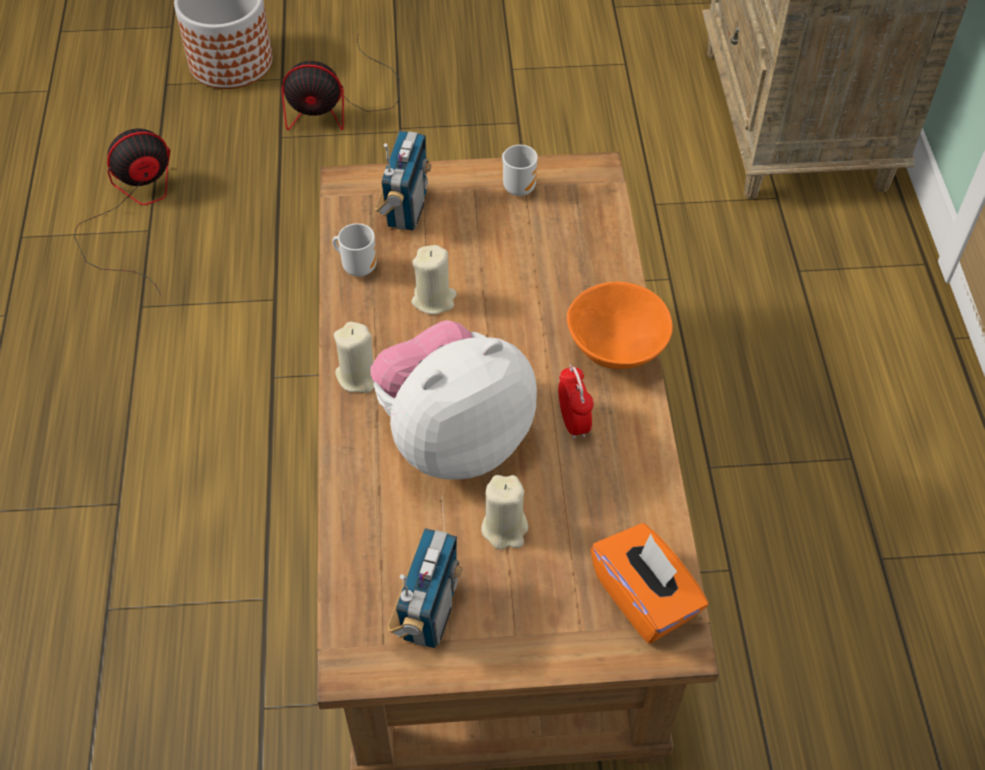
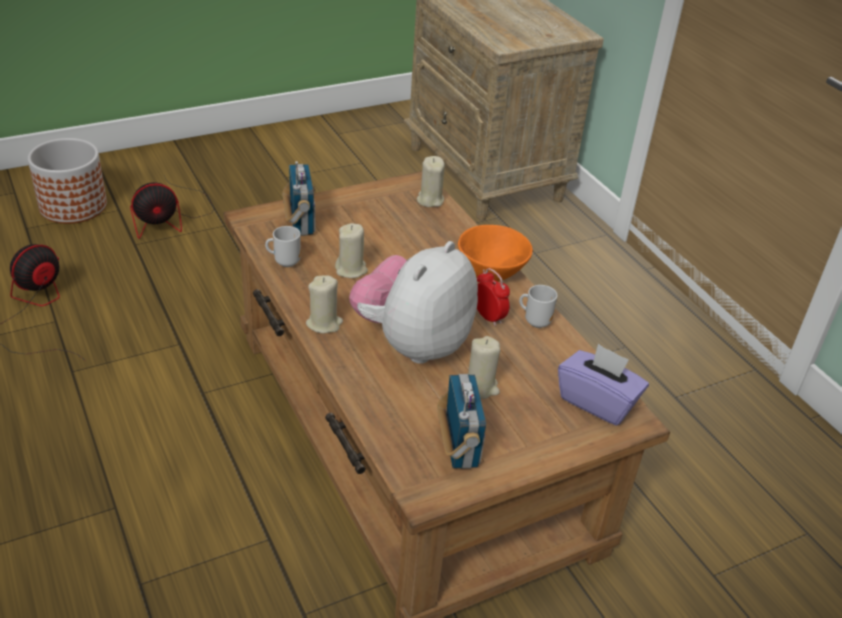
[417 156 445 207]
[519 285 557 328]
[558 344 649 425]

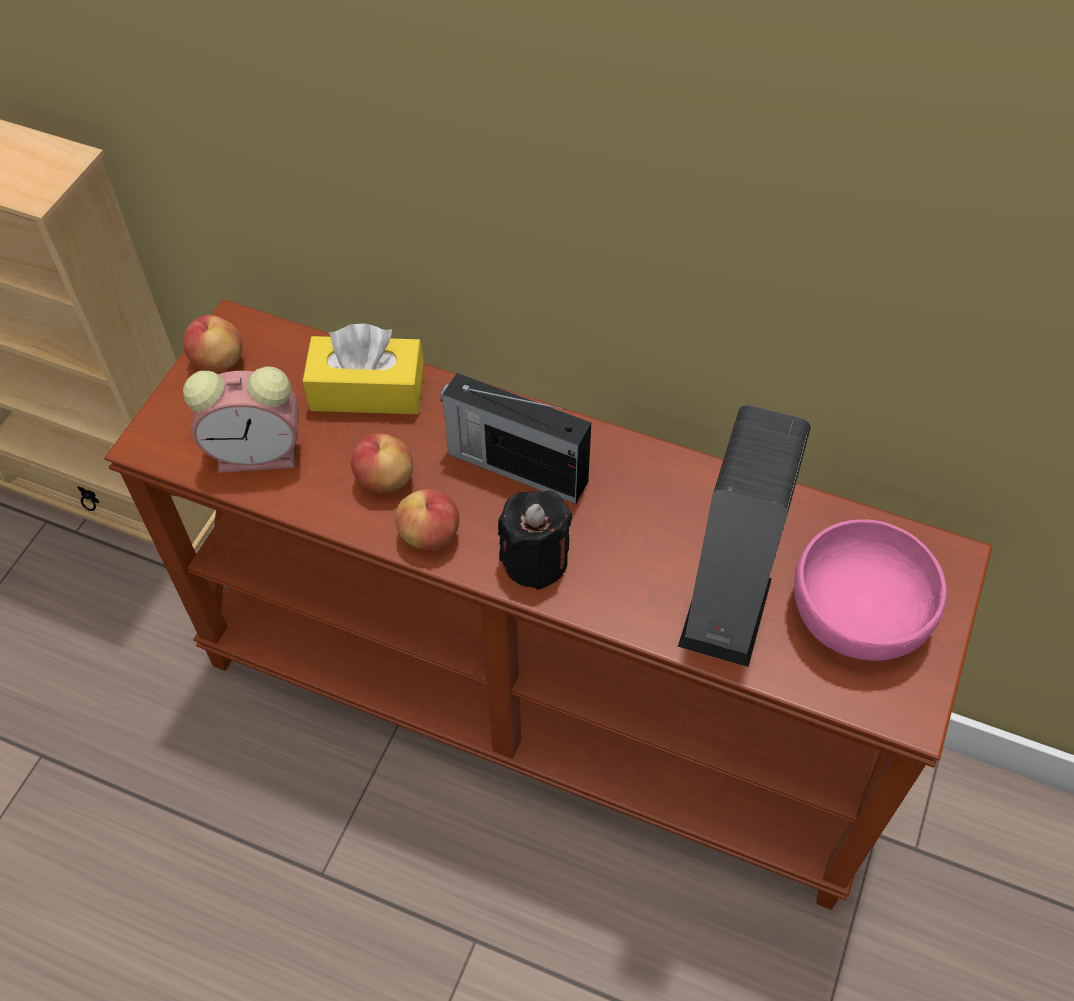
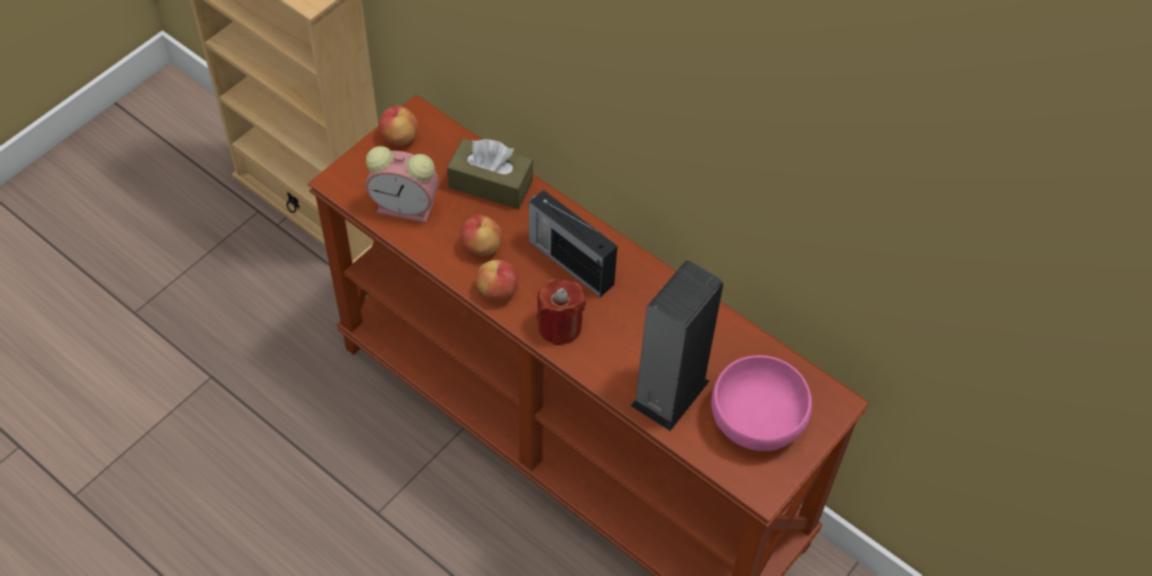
[447 139 533 209]
[537 278 586 345]

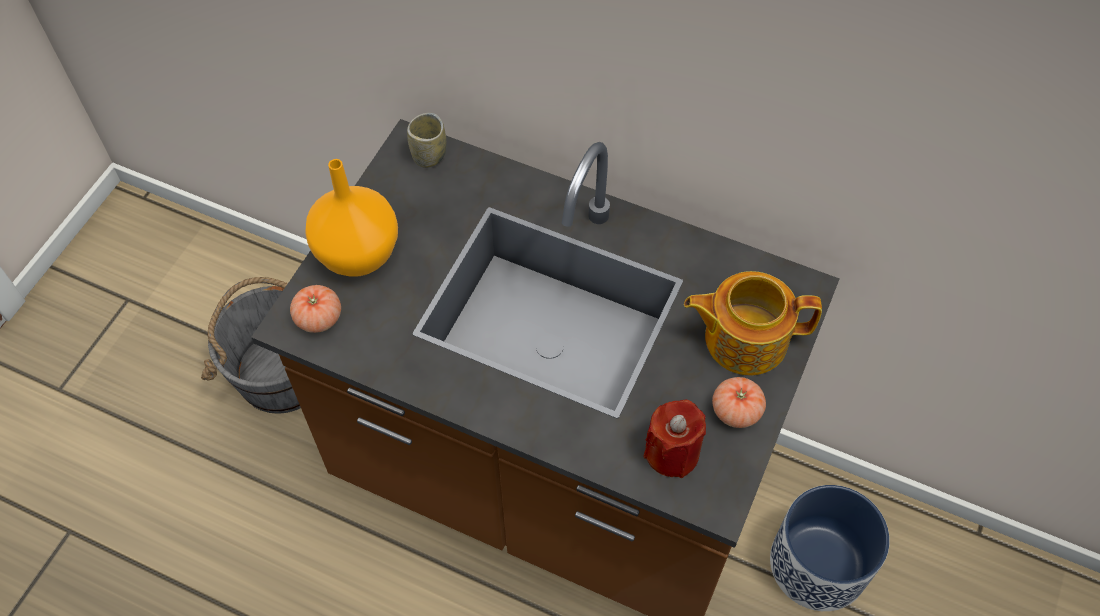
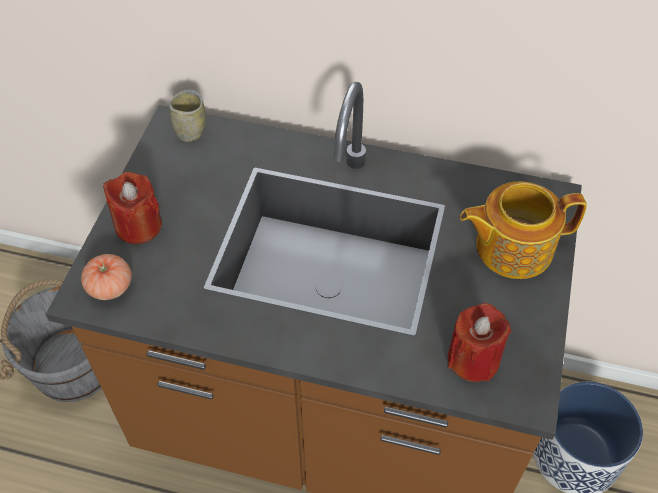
[712 377 766 428] (first image)
[103 172 162 244]

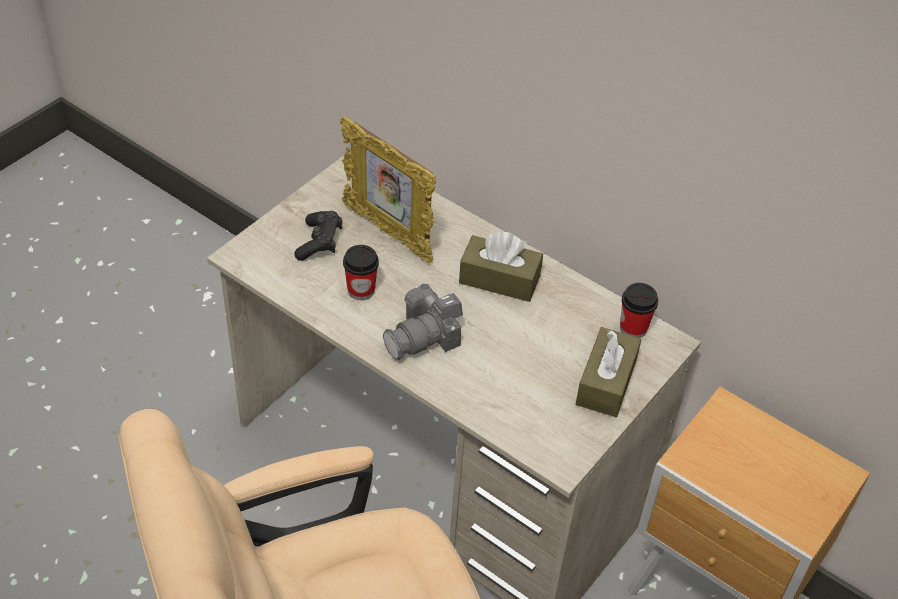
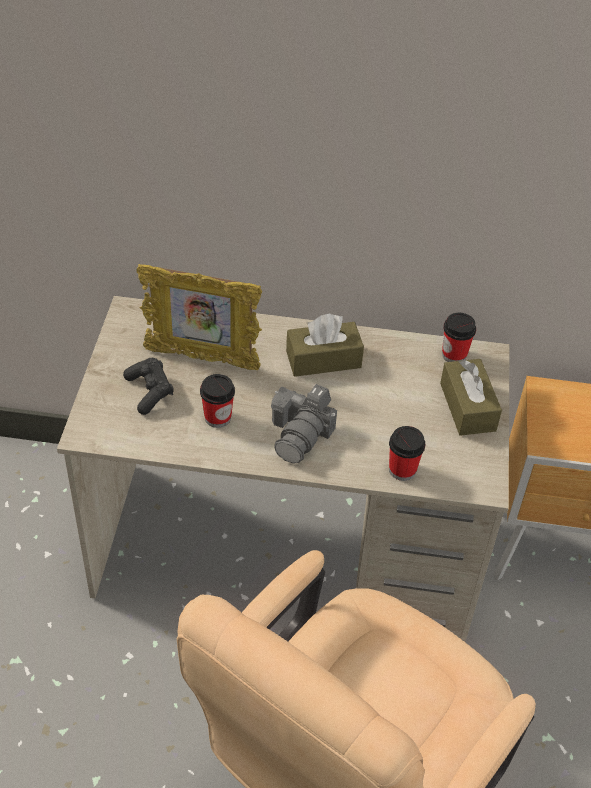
[389 426 425 481]

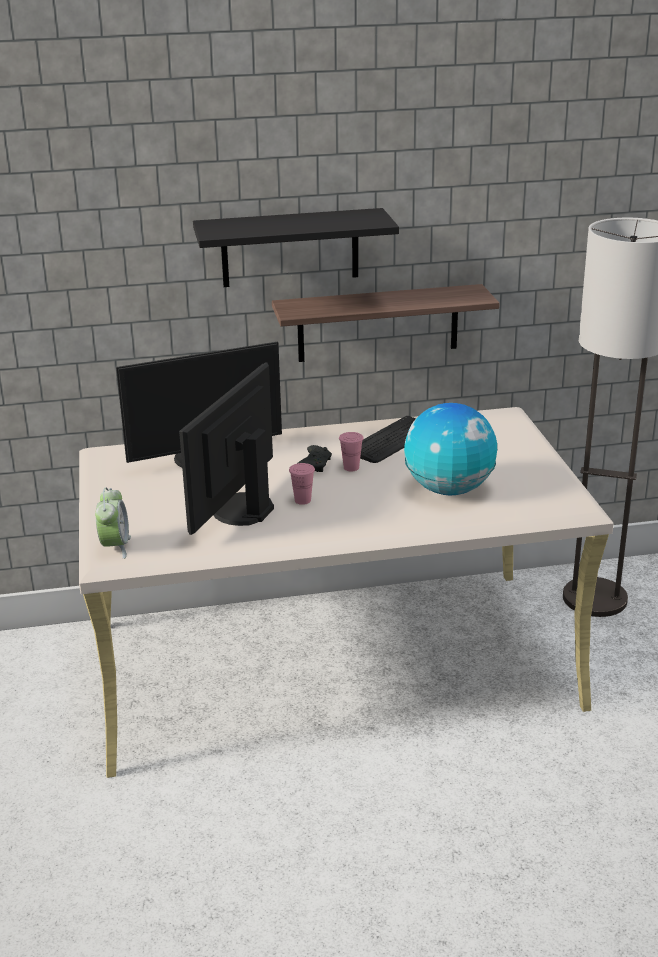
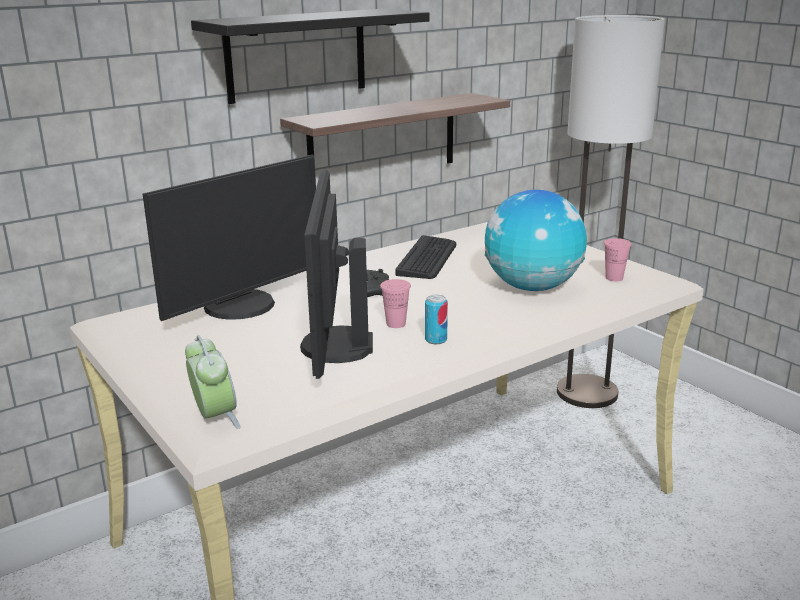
[425 295 448 344]
[604 238 632 281]

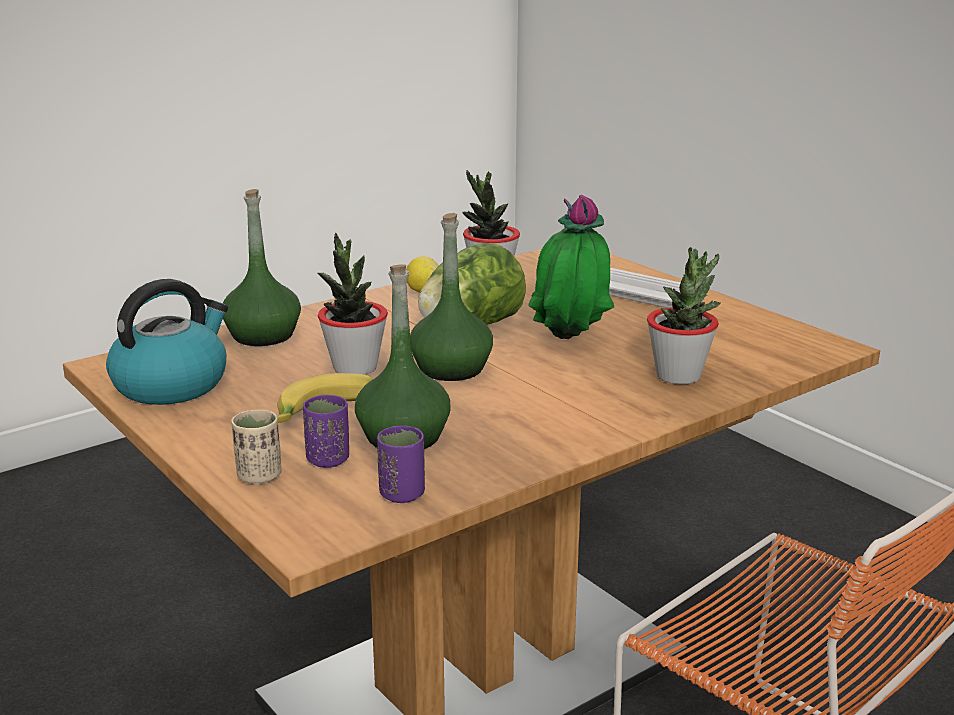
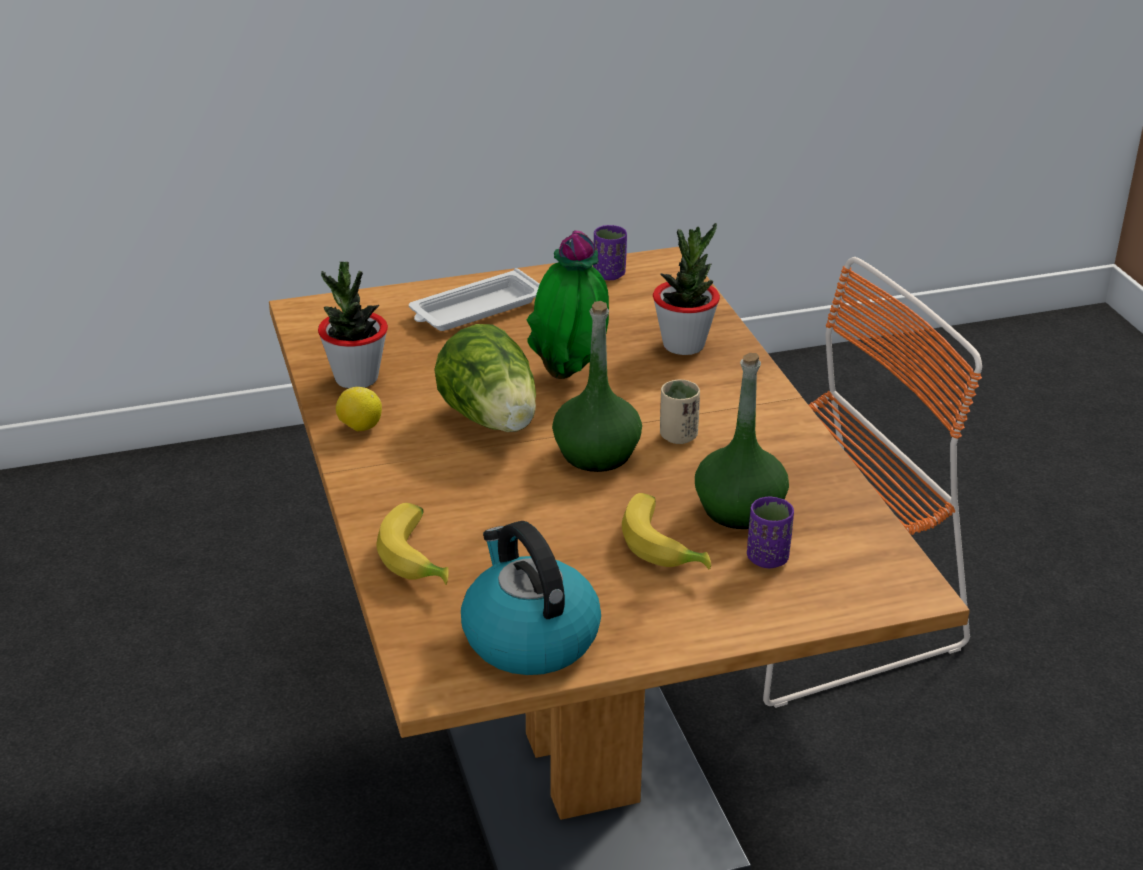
[318 233 388 375] (first image)
[660 379 700 444]
[593 225 627 280]
[376 503 449 585]

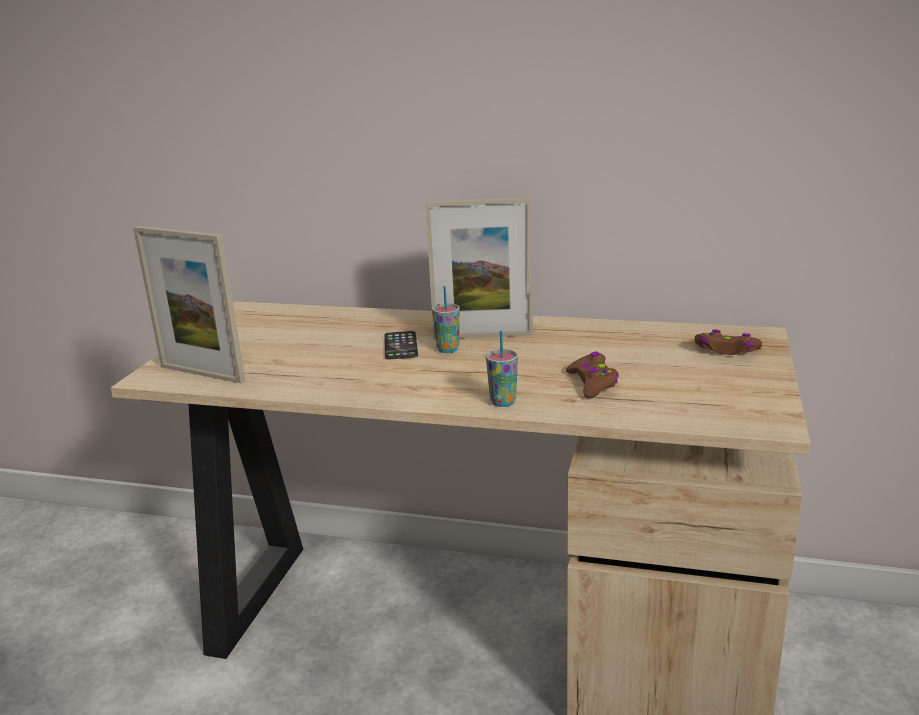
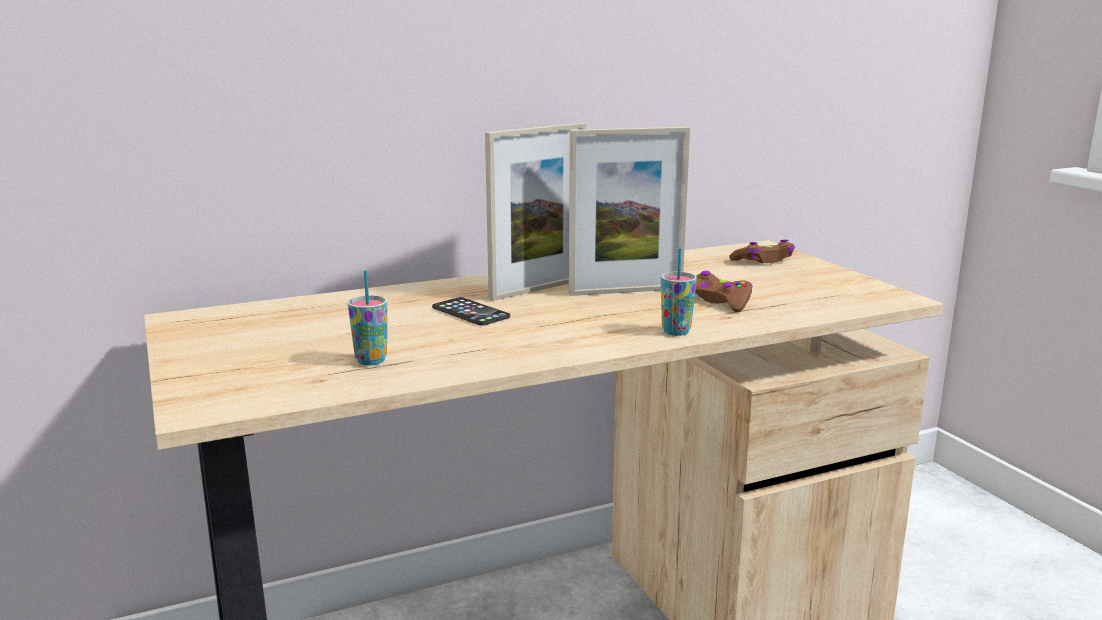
[569 127 690 296]
[348 270 387 365]

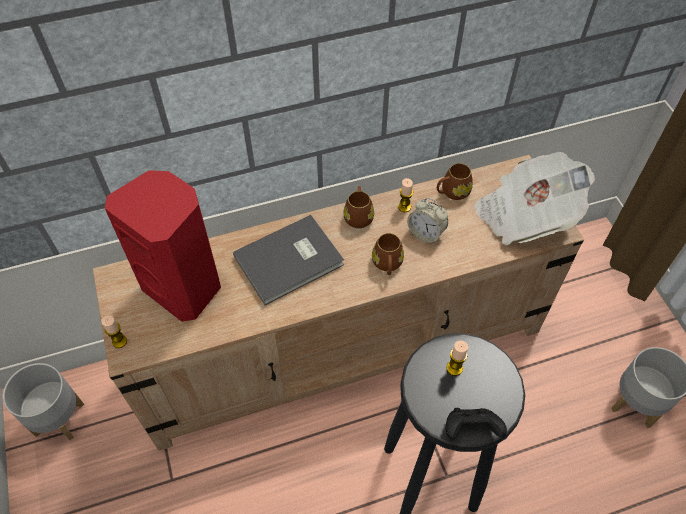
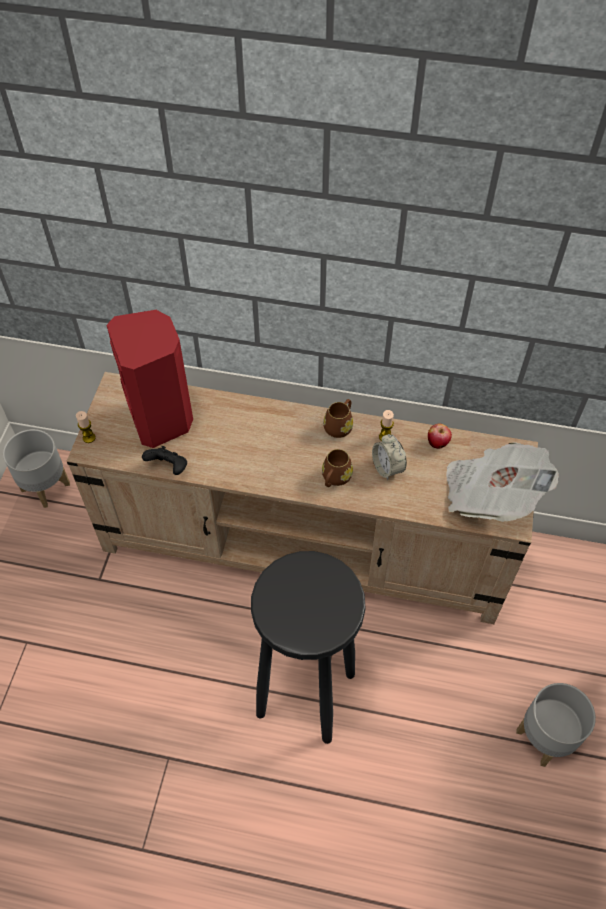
[233 215 344 305] (first image)
[446 341 468 376] (first image)
[142 446 187 475]
[428 424 452 449]

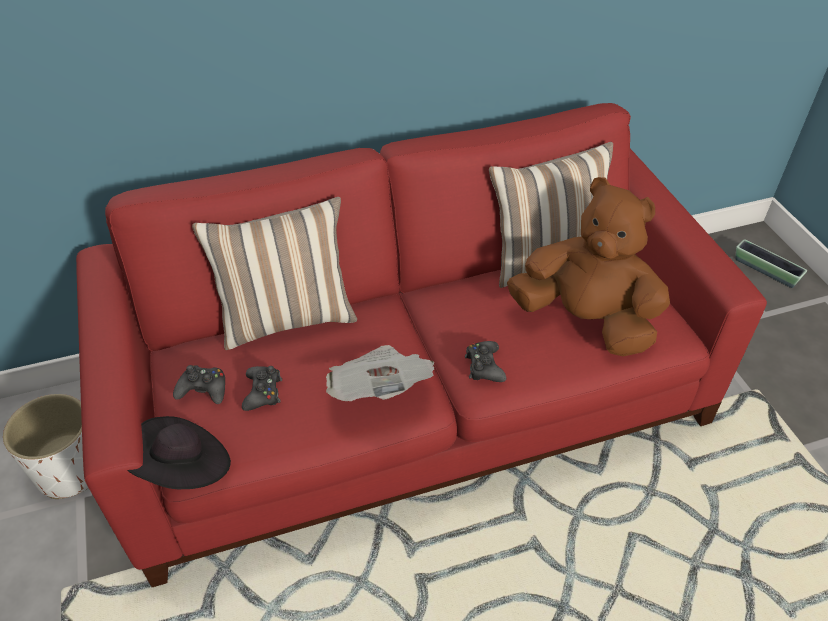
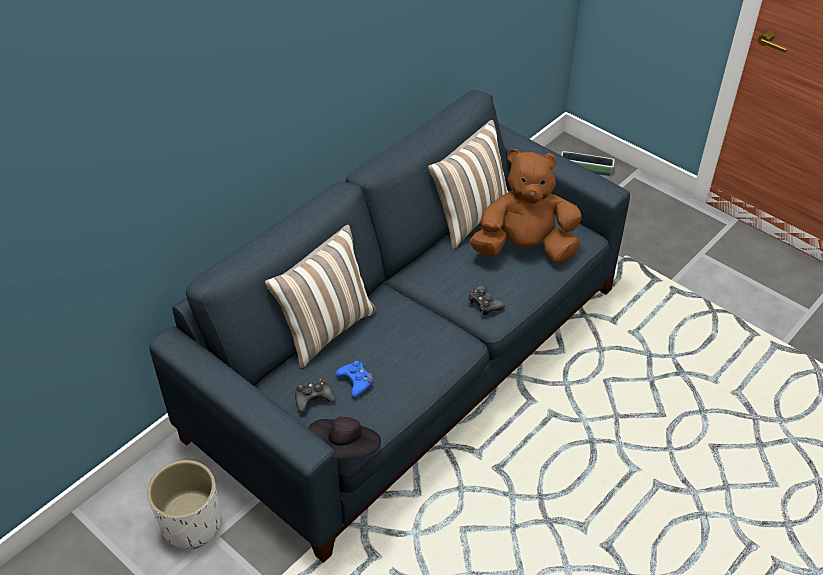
[326 345 435 401] (first image)
[149 90 630 563]
[336 361 374 398]

